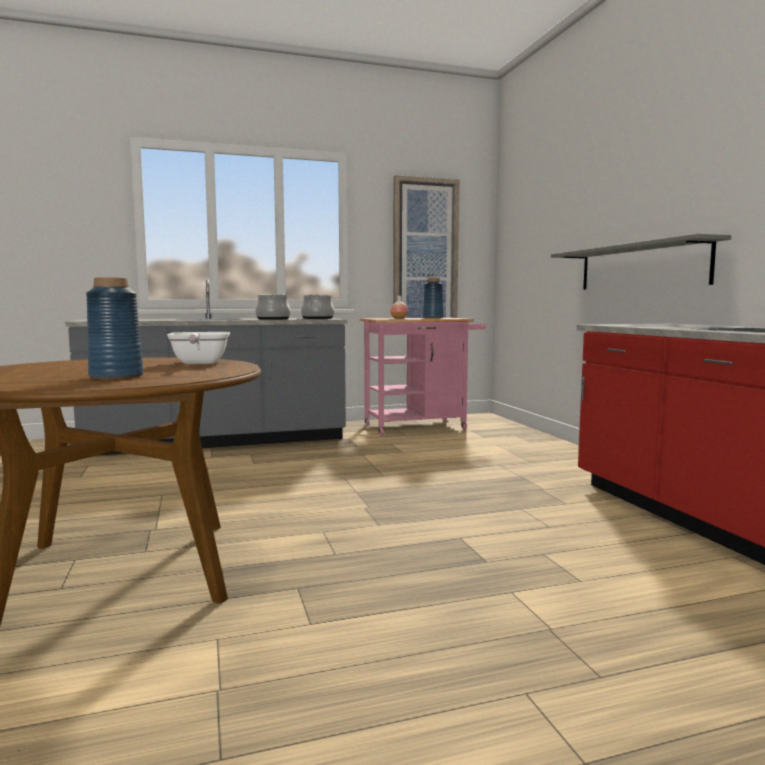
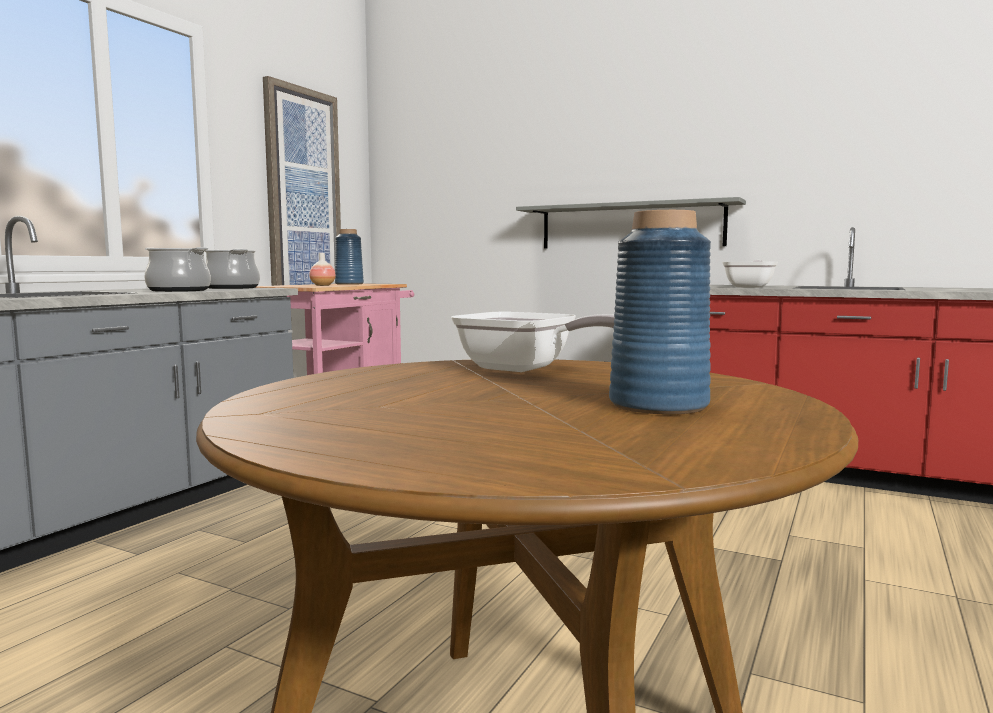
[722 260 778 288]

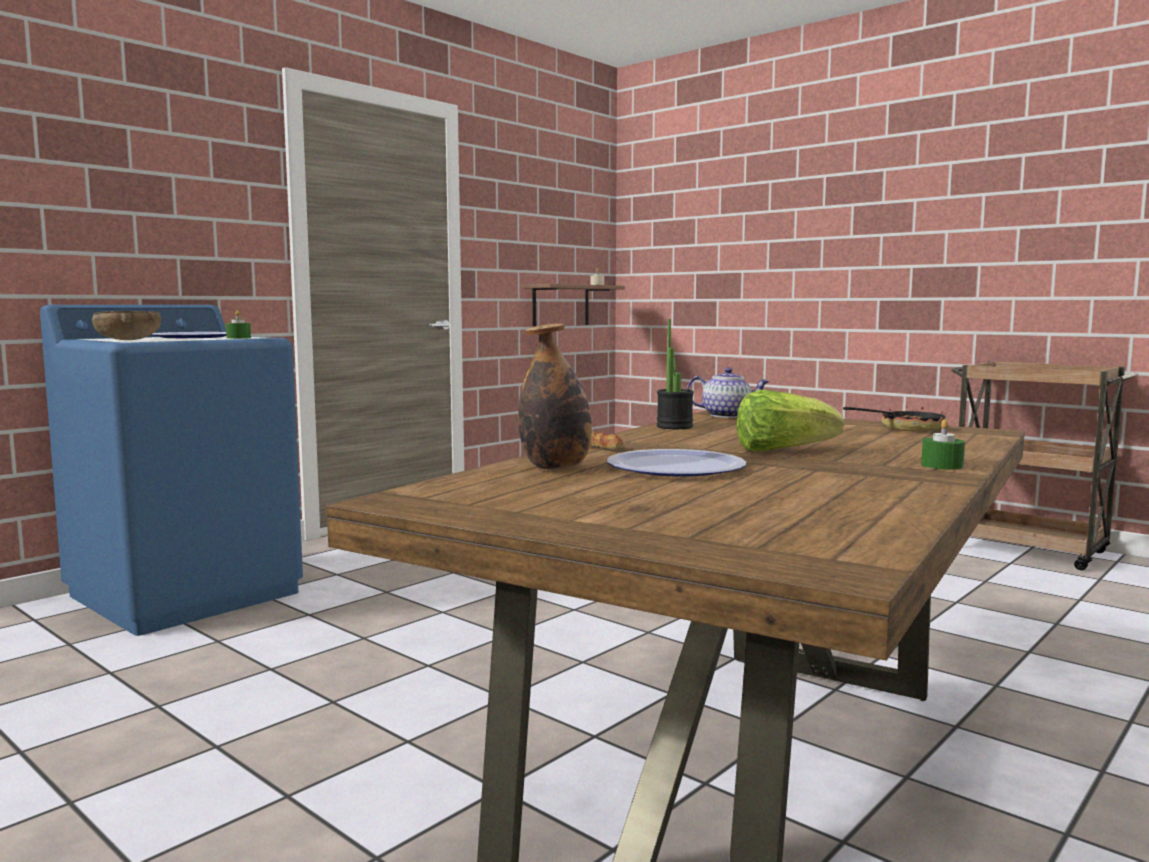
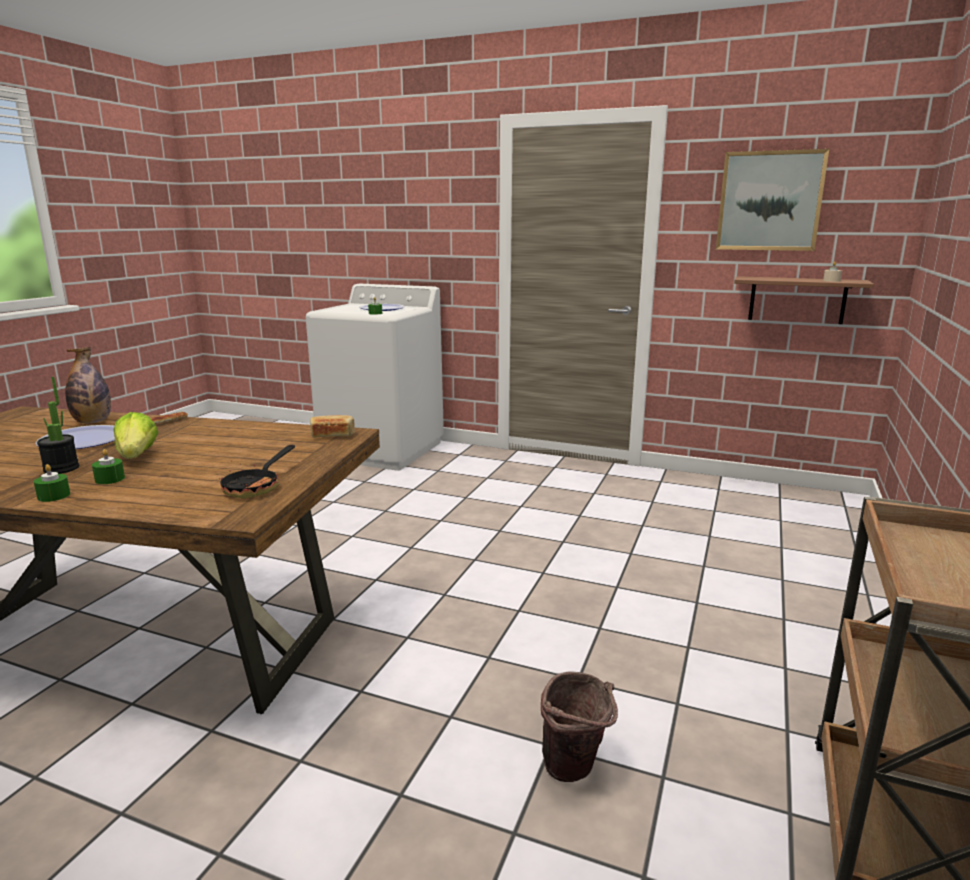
[92 311 161 340] (first image)
[92 449 125 484]
[541 671 618 782]
[716 149 829 251]
[37 377 79 474]
[310 415 355 437]
[306 284 444 471]
[219 445 295 498]

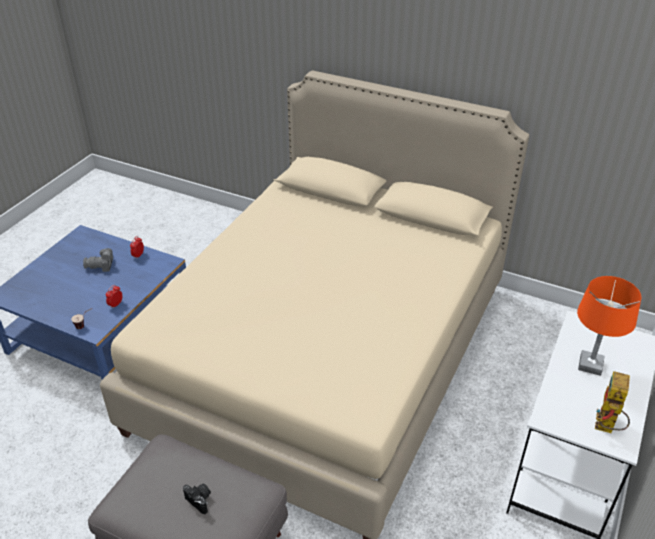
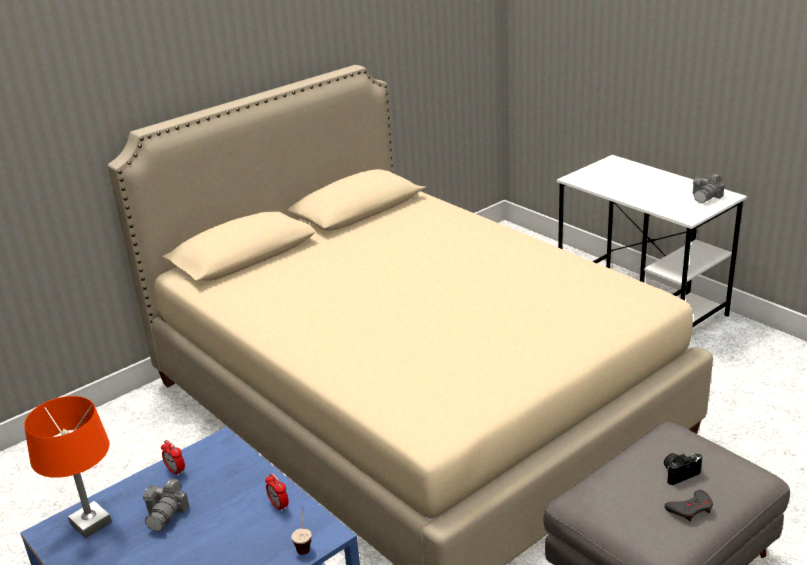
[665 490 713 521]
[24 396 112 538]
[693 174 724 203]

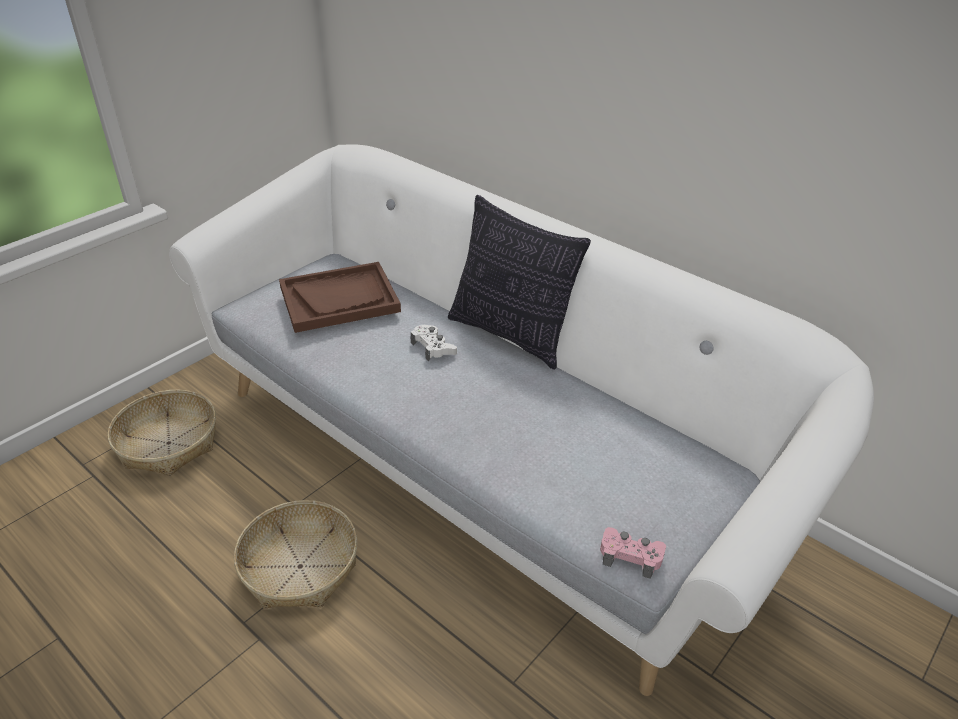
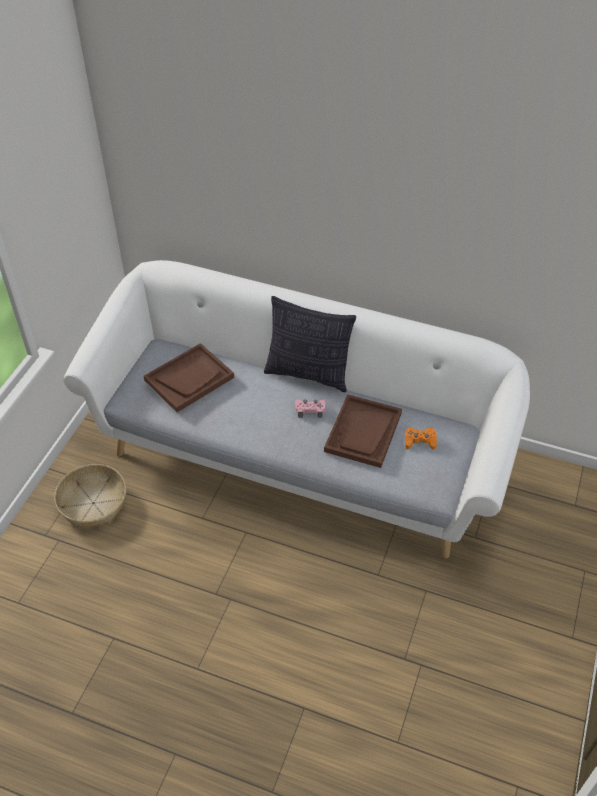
[234 500 357 608] (first image)
[410 324 457 361] (first image)
[324 394 402 468]
[405 427 437 450]
[295 400 325 418]

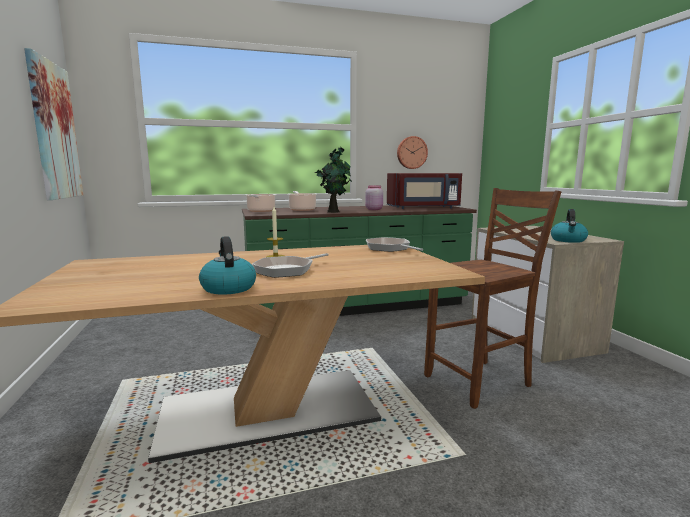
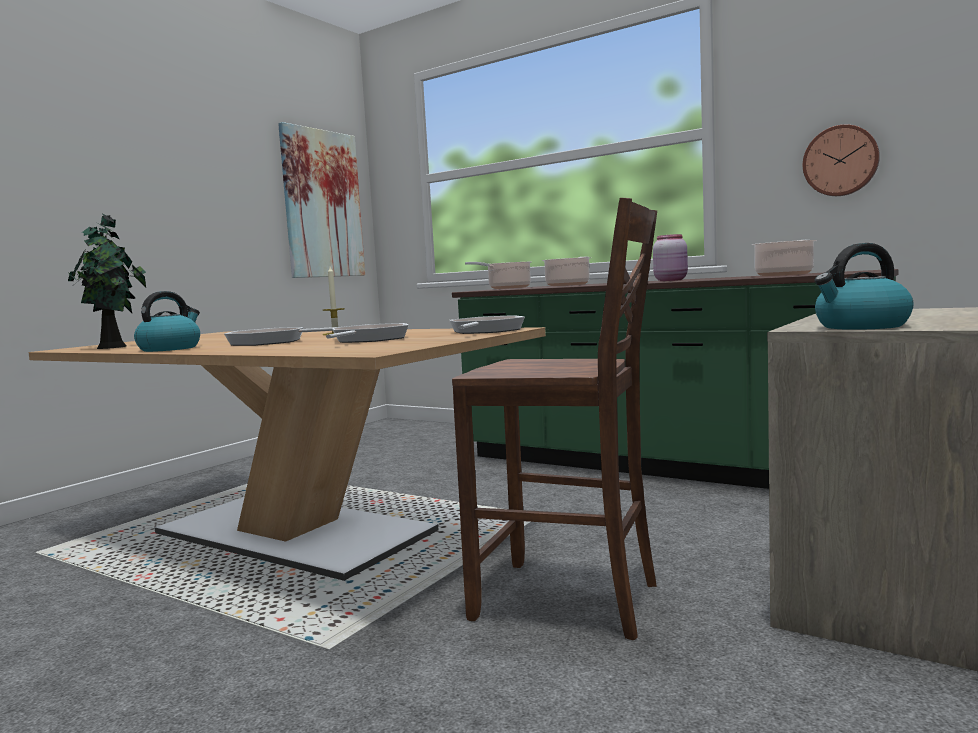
[326 323 409 343]
[67 214 146 349]
[752 239 817 276]

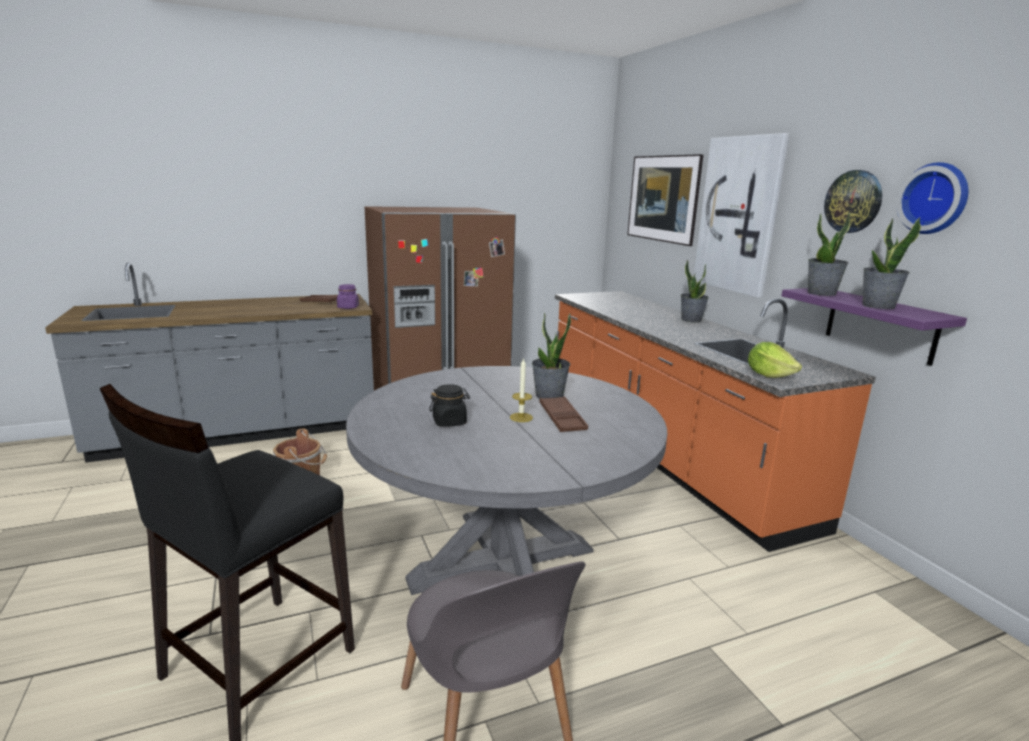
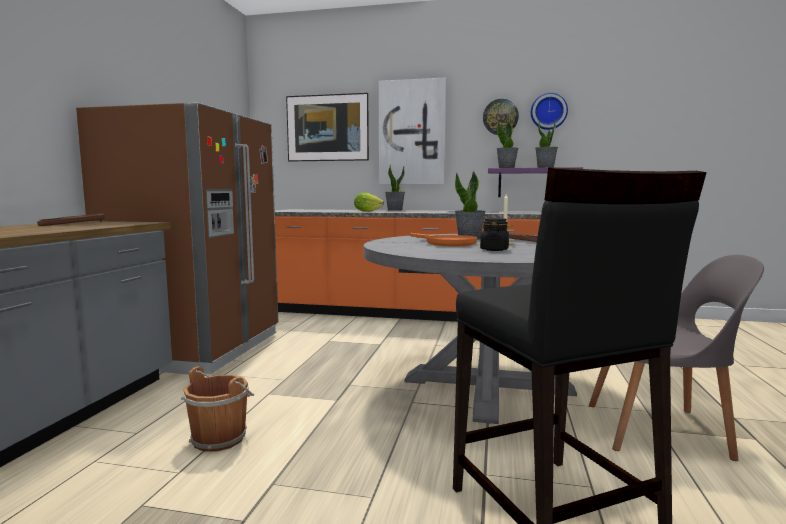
[337 284 359 309] (first image)
[410 233 477 246]
[354 193 384 212]

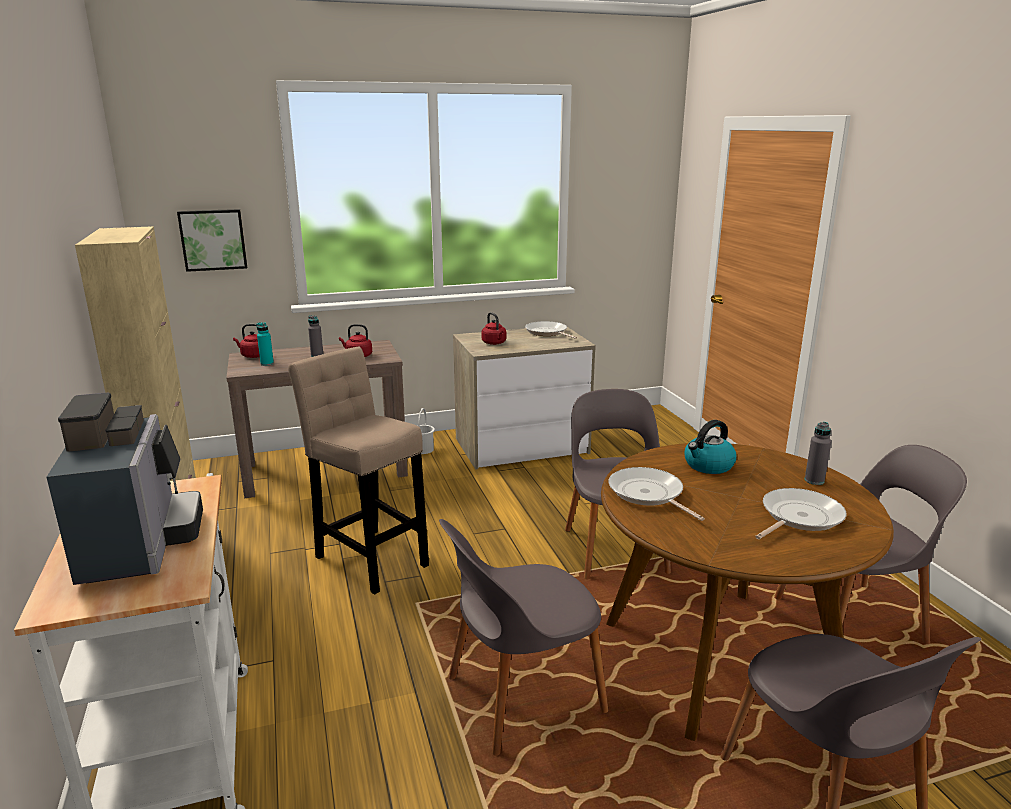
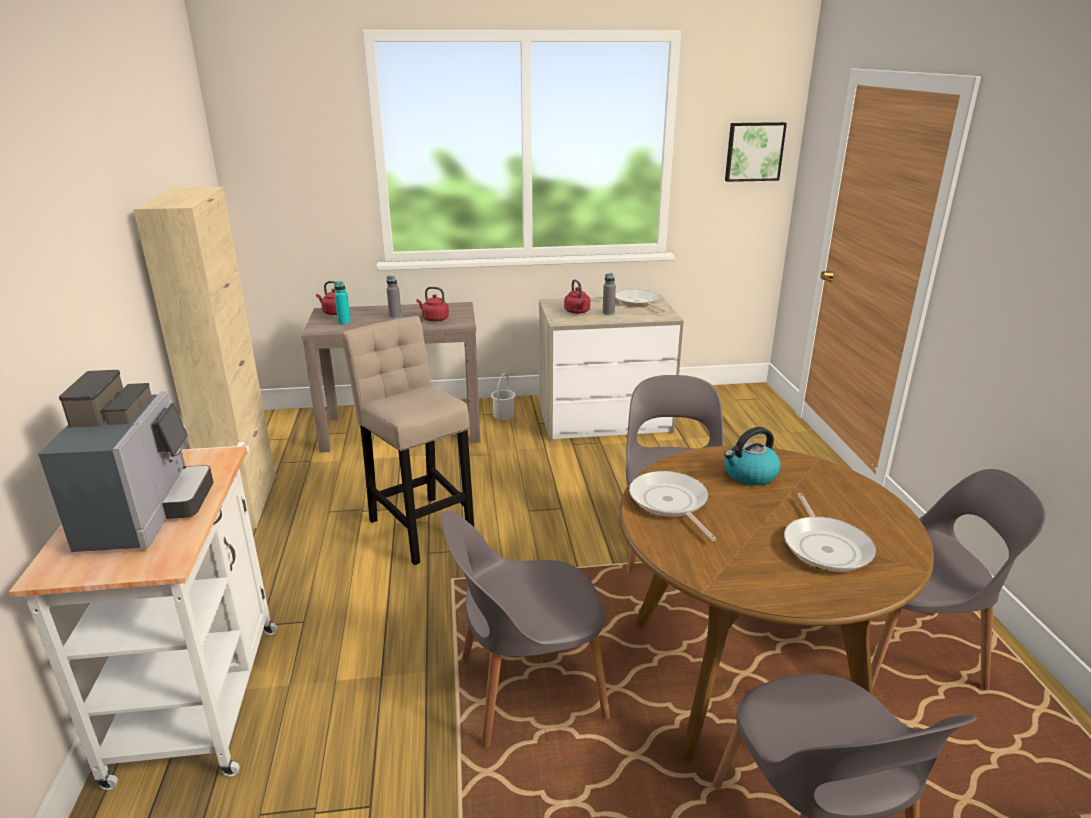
[725 122 787 182]
[603 273 616 315]
[784 493 876 572]

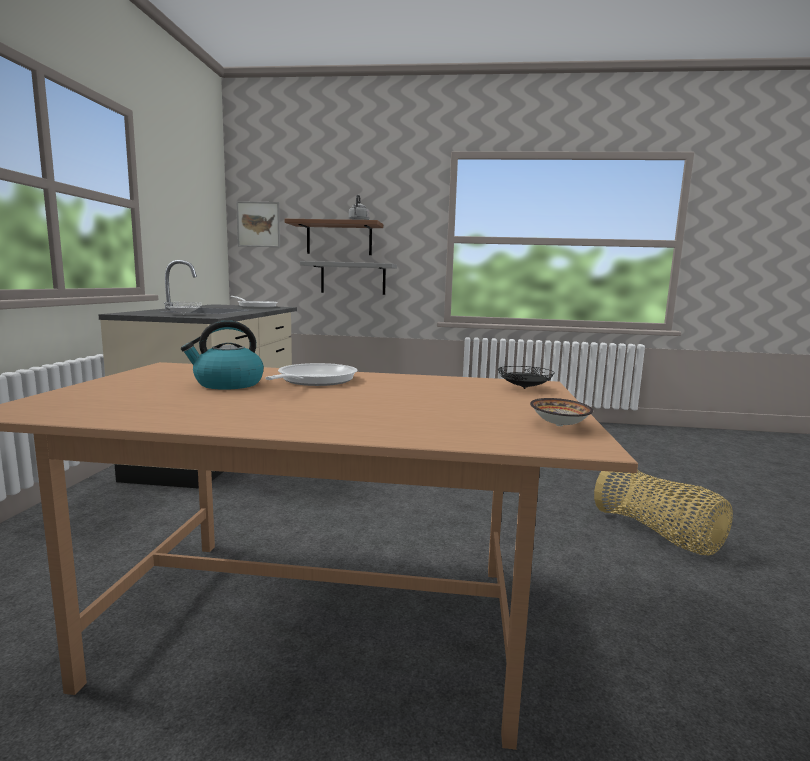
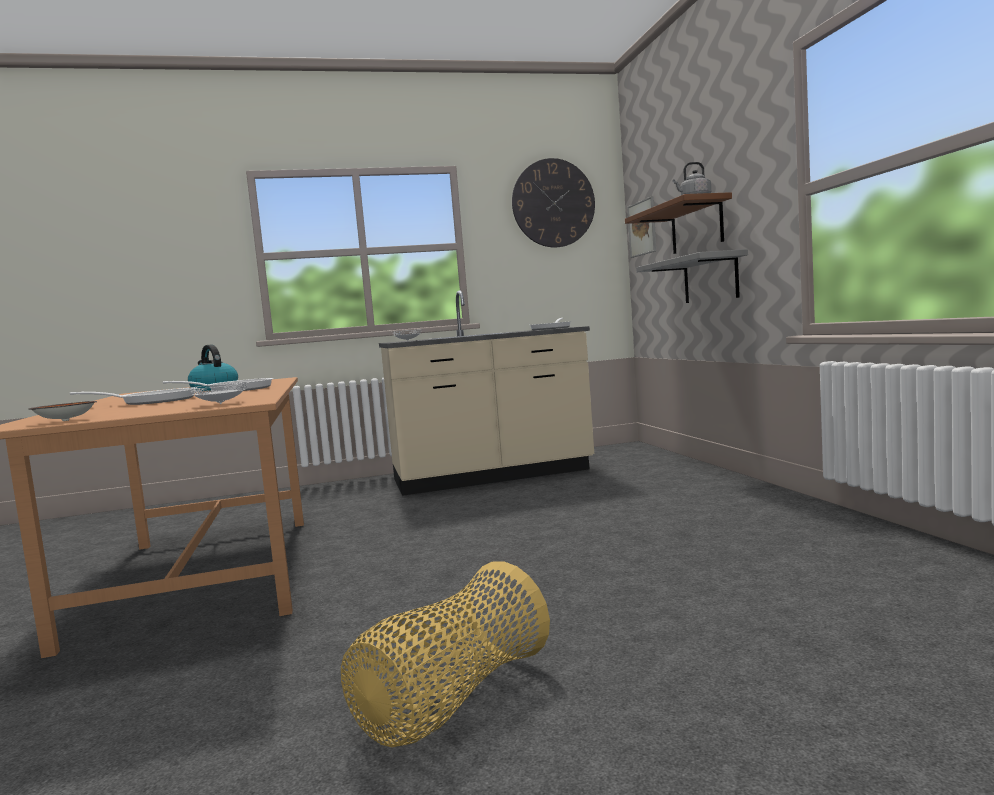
[69 388 196 405]
[512 158 595 248]
[188 382 248 404]

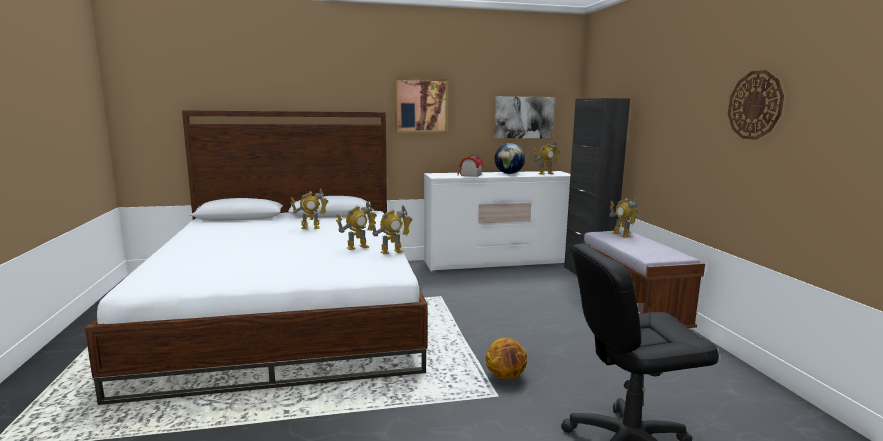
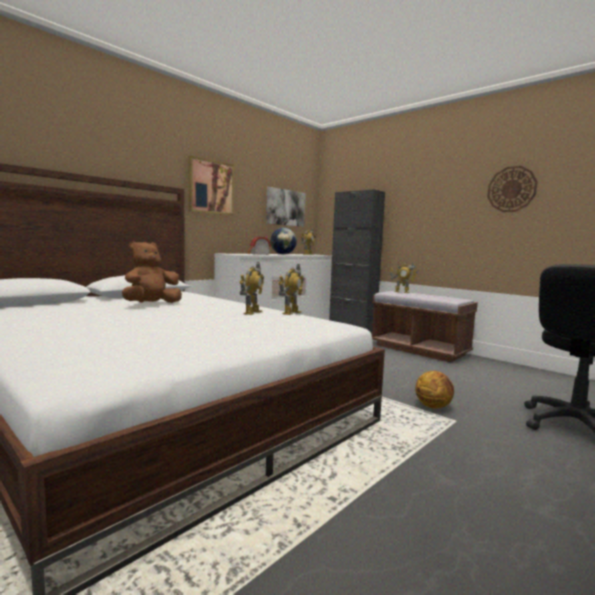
[122 241 182 303]

